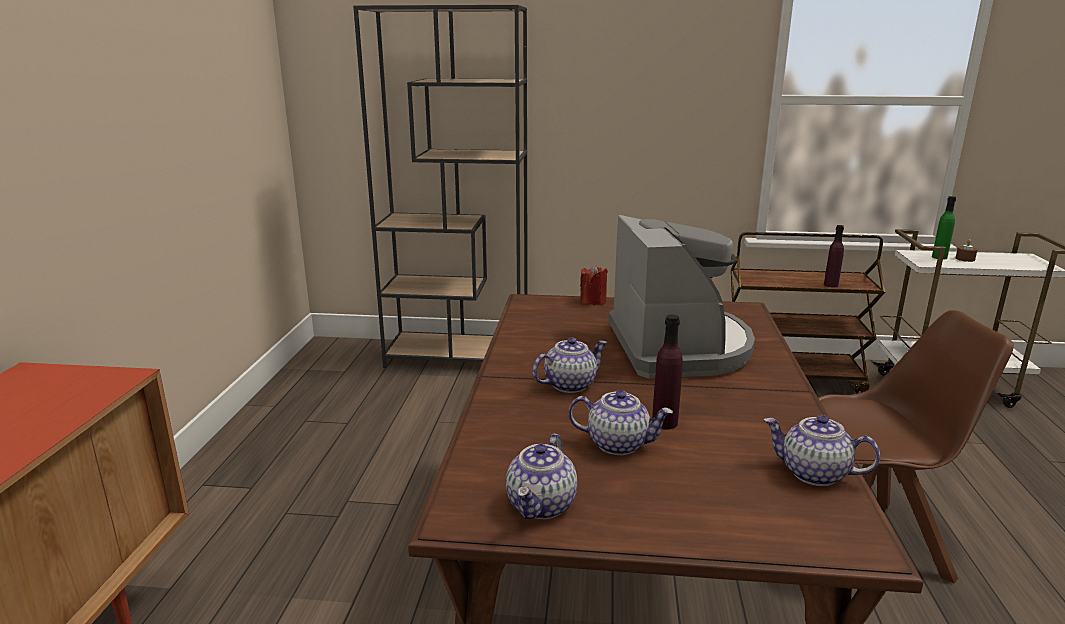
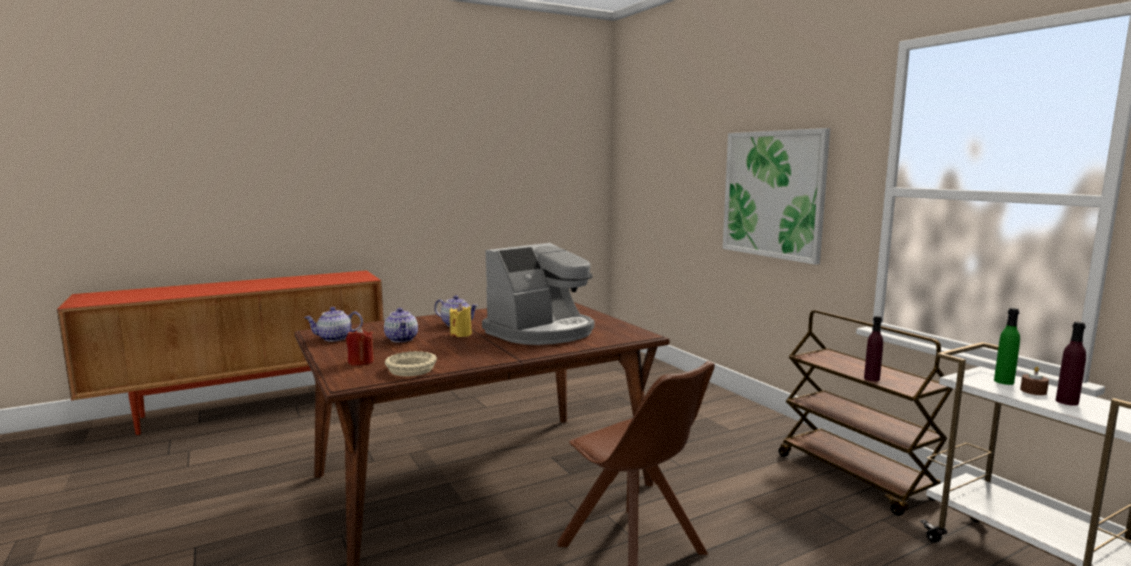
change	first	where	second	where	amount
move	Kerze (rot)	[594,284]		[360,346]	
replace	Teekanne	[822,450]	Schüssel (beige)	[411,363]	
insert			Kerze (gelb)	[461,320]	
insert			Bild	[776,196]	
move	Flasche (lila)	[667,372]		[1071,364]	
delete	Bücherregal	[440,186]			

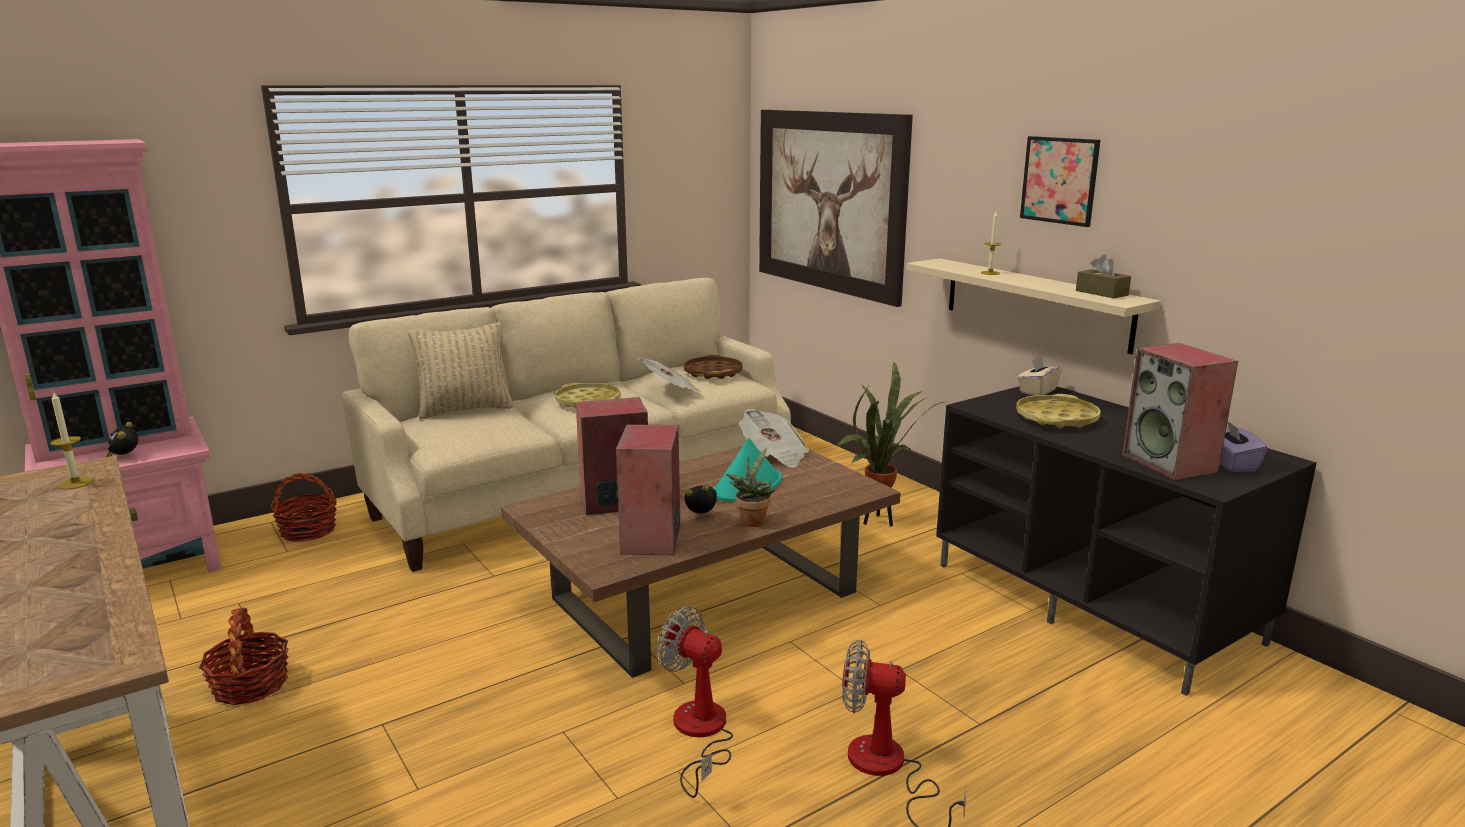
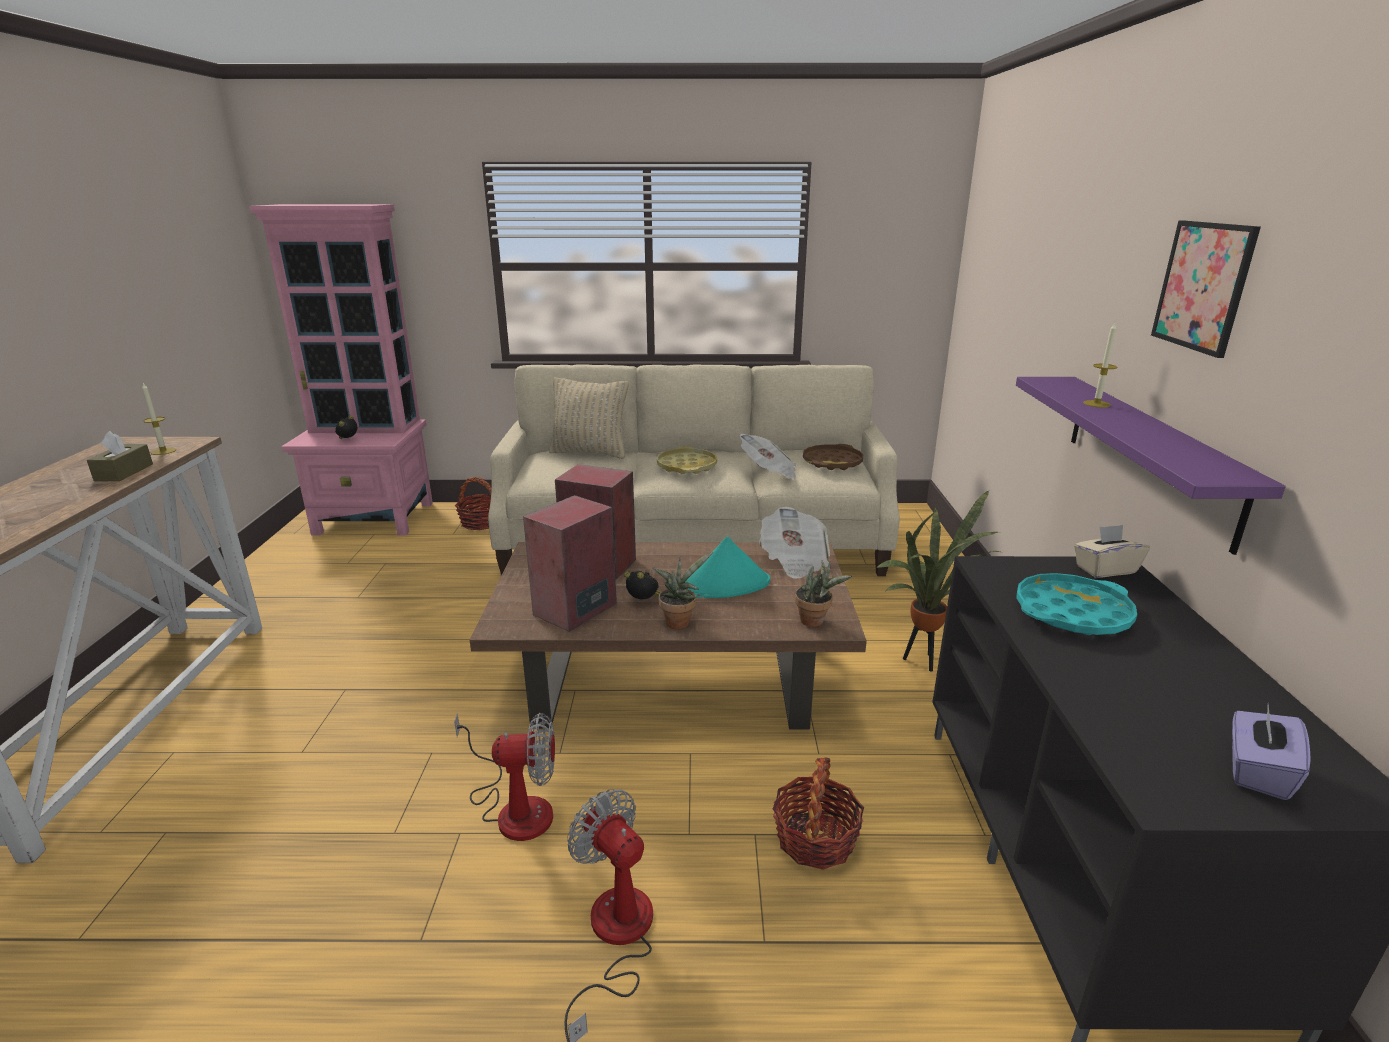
change	first	where	second	where	amount
move	Taschentuchbox (braun)	[1103,276]		[120,456]	
rotate	Ventilator	[695,702]		[504,777]	105 degrees clockwise
move	Korb	[244,656]		[818,813]	
insert			Topfpflanze	[823,593]	
recolor	Wandregal (beige)	[1033,306]	Wandregal (lila)	[1151,466]	
recolor	Tablett (gelb)	[1058,411]	Tablett (türkis)	[1076,604]	
delete	Bild	[836,208]			
delete	Lautsprecher	[1180,412]			

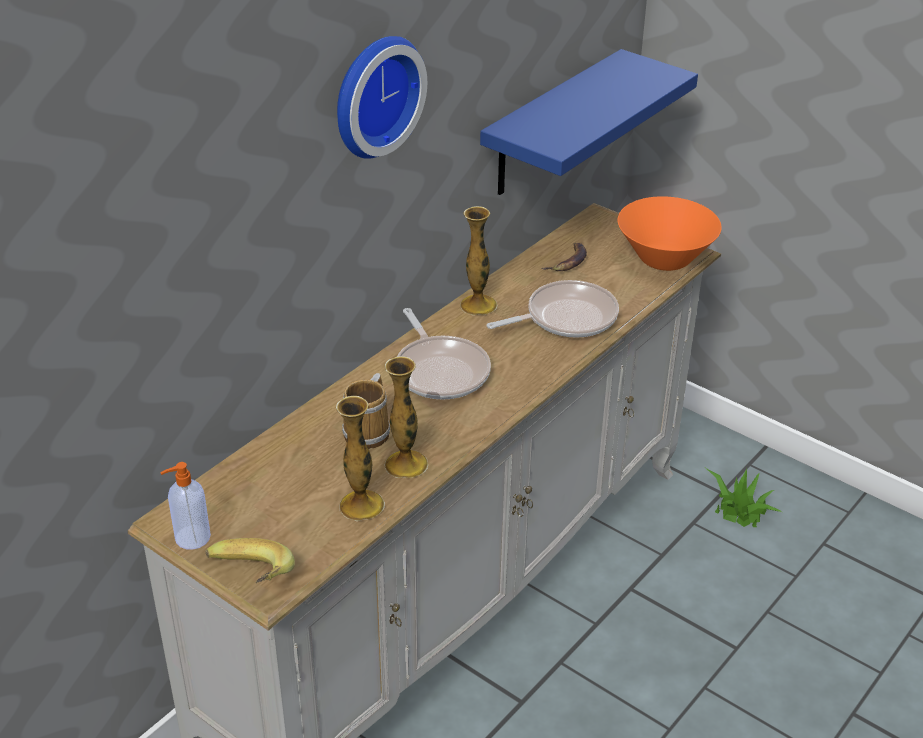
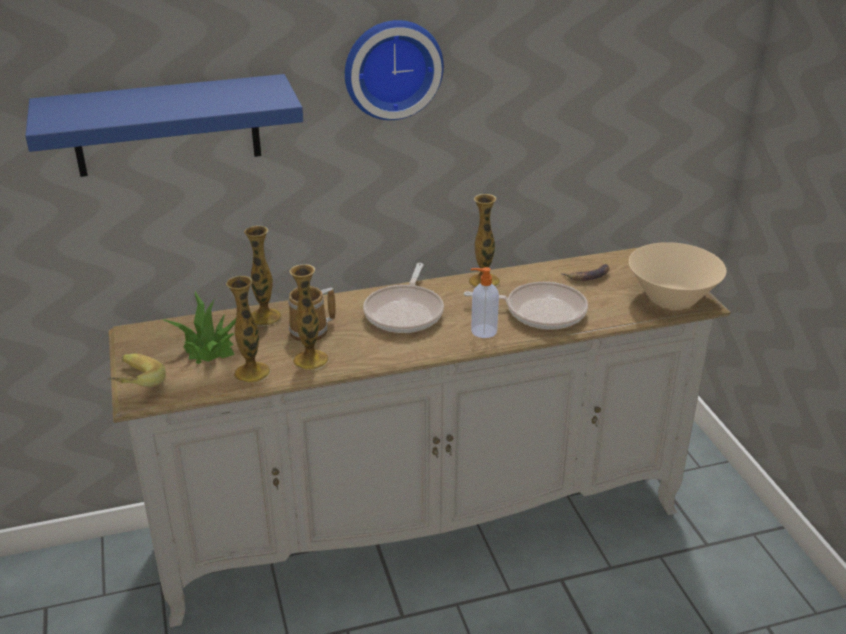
change	first	where	second	where	amount
move	Wandregal (blau)	[589,122]		[164,125]	
move	Topfpflanze	[744,497]		[198,327]	
insert			Vase	[263,275]	
move	Seifenspender	[185,506]		[485,302]	
recolor	Schüssel (orange)	[669,233]	Schüssel (beige)	[677,275]	

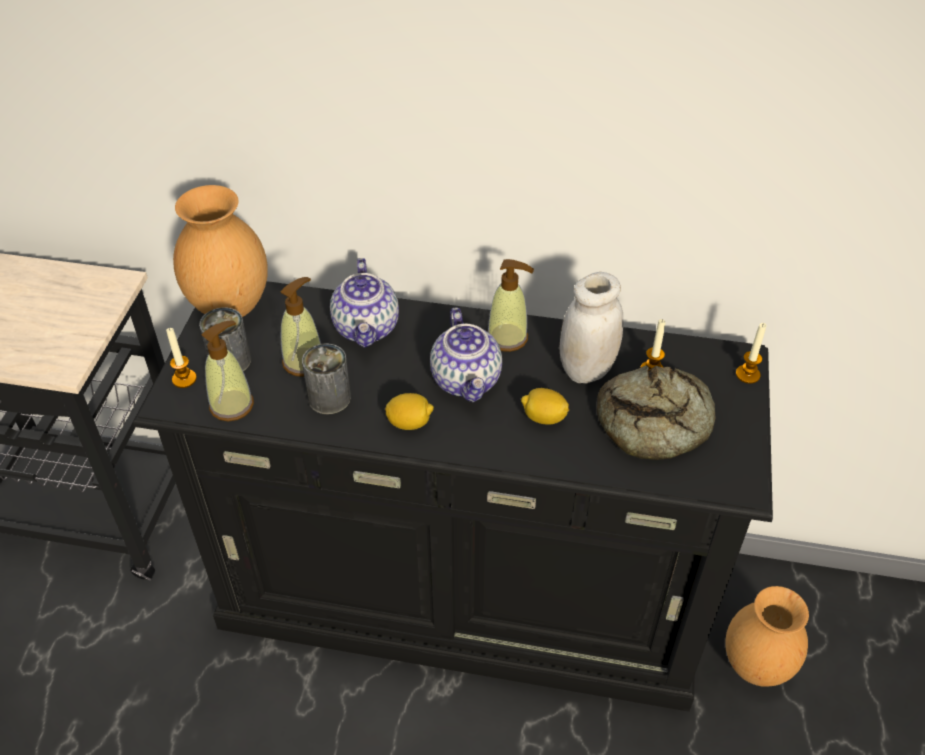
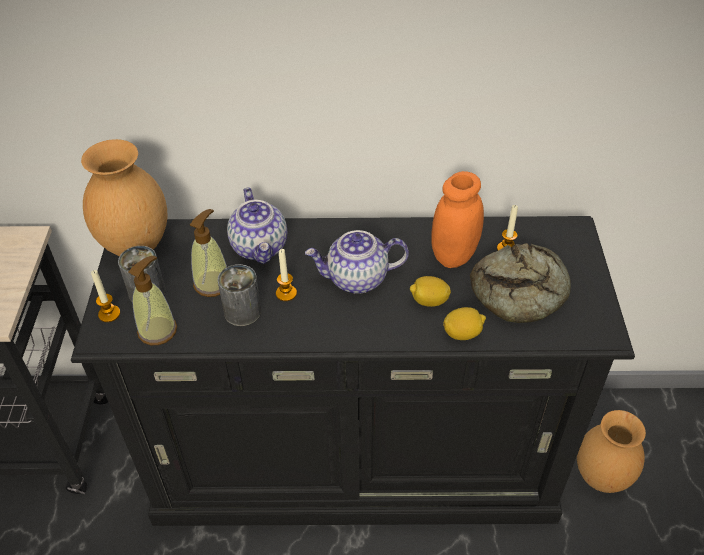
change	first	where	second	where	amount
move	Kerze	[751,353]		[286,275]	
rotate	Teekanne	[466,354]		[357,262]	105 degrees clockwise
recolor	Vorratsglas (weiß)	[591,327]	Vorratsglas (orange)	[457,219]	
move	Zitrone	[409,411]		[464,323]	
delete	Seifenspender	[510,305]			

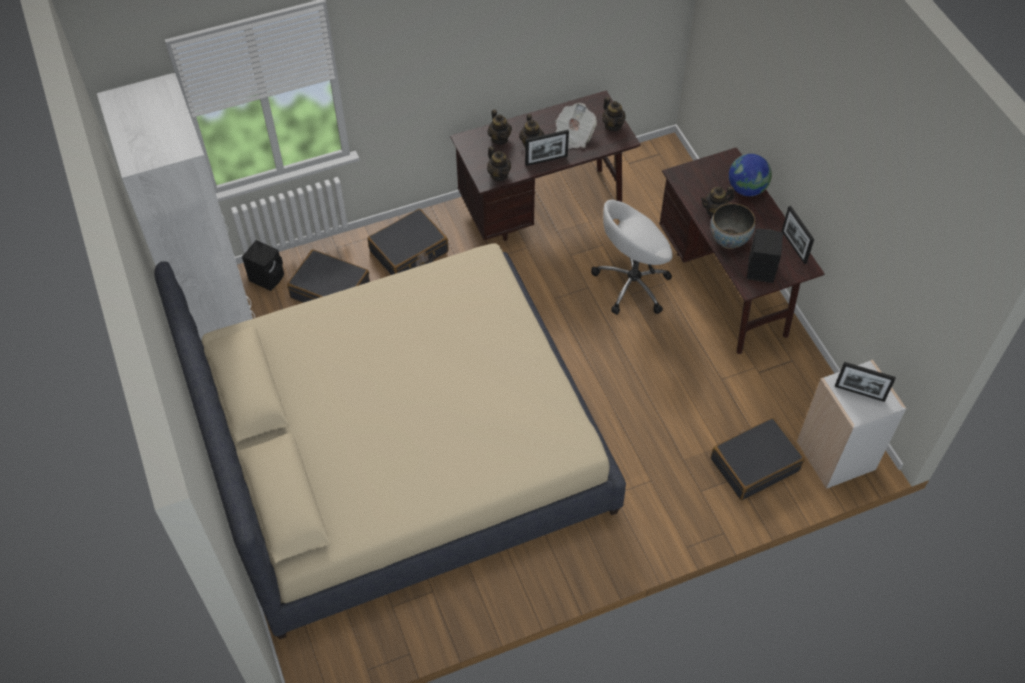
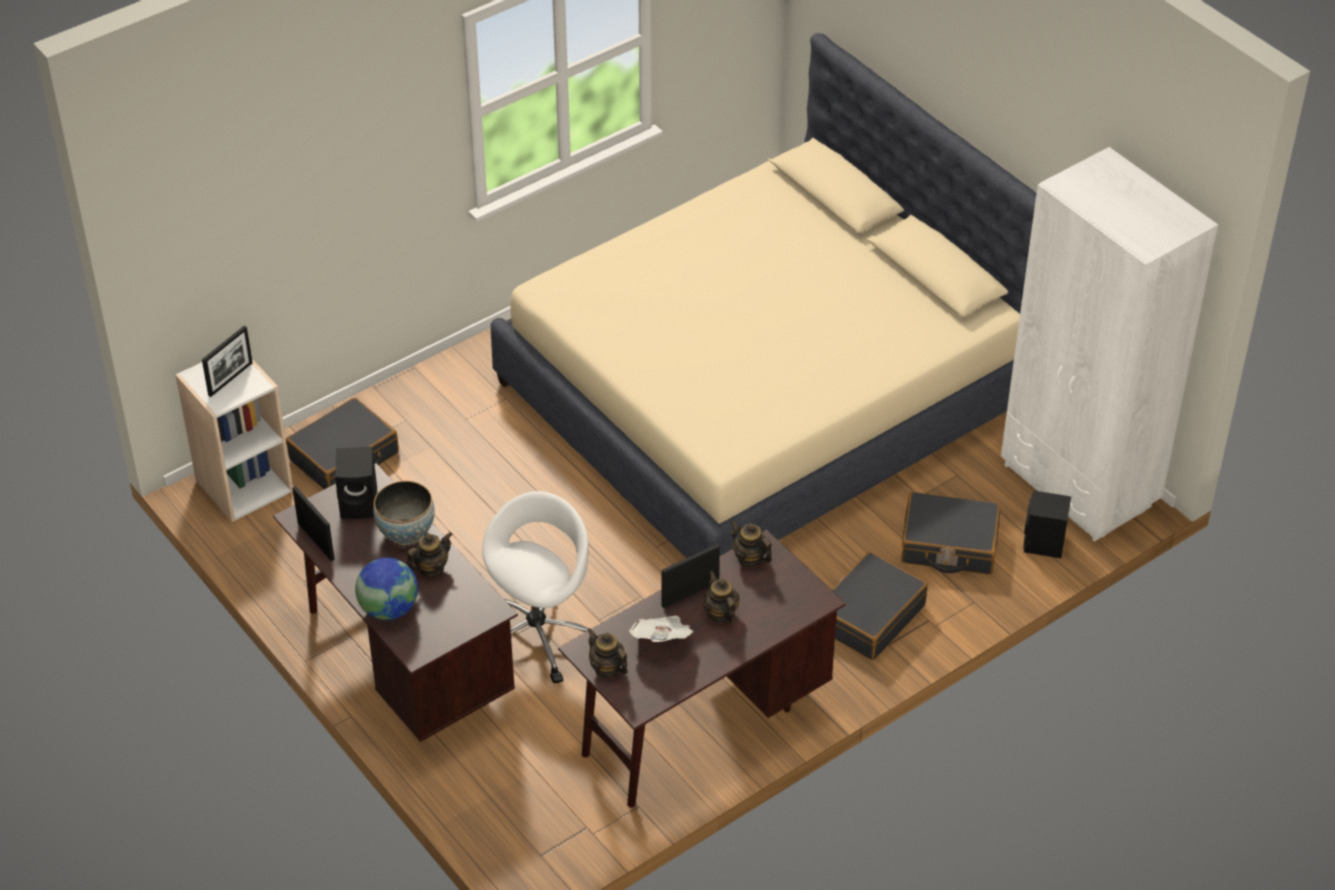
change	first	where	second	where	amount
rotate	Bilderrahmen	[865,382]		[227,361]	120 degrees clockwise
delete	Teekanne	[500,127]			

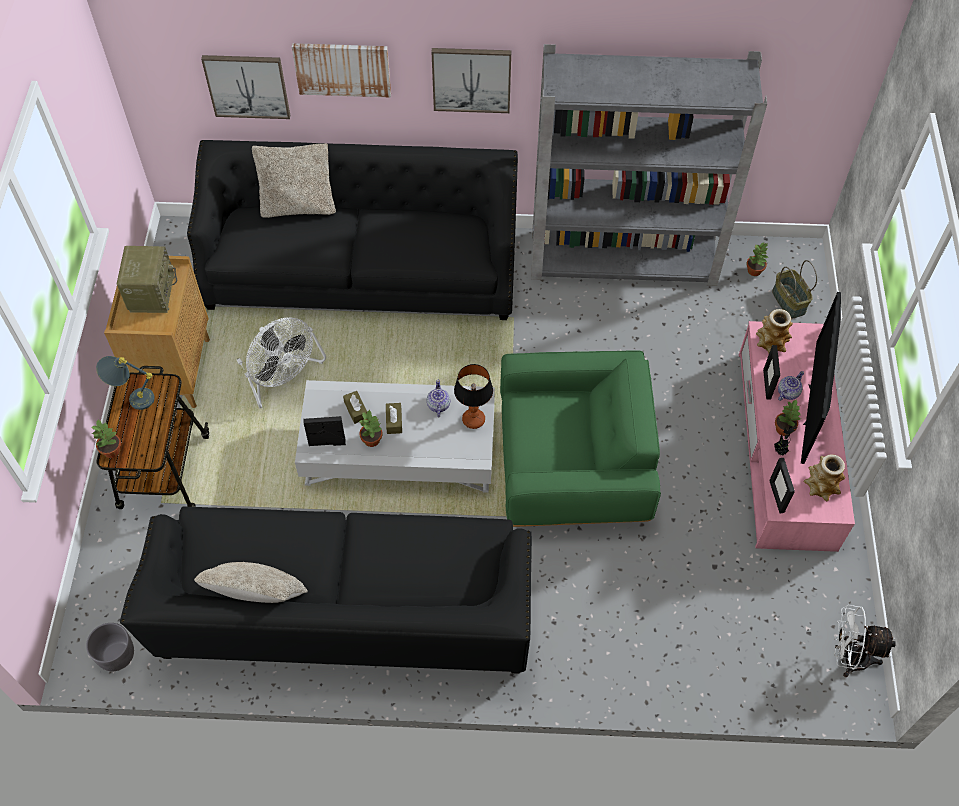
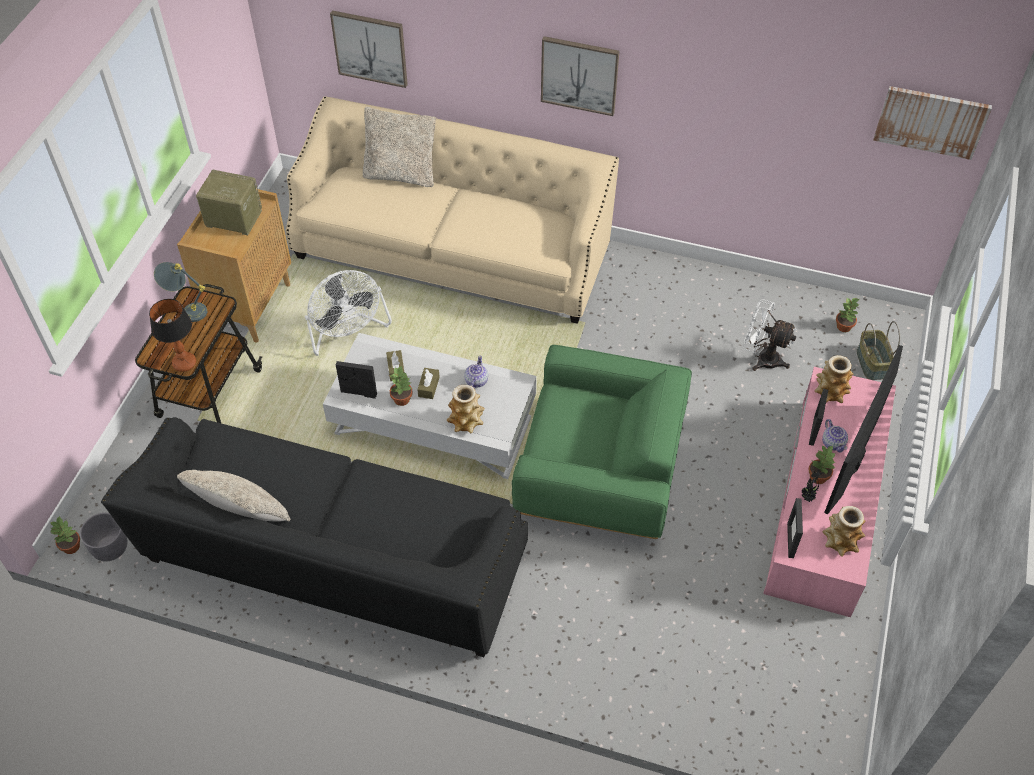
change	first	where	second	where	amount
move	Topfpflanze	[106,438]		[65,535]	
move	Tischlampe	[473,396]		[172,335]	
rotate	Radio	[147,279]		[229,202]	90 degrees counterclockwise
recolor	Sofa (schwarz)	[352,230]	Sofa (beige)	[452,210]	
insert			Vase	[466,408]	
move	Ventilator (weiß)	[865,641]		[770,335]	
rotate	Teekanne	[791,386]		[835,435]	105 degrees clockwise
move	Bild	[341,70]		[932,123]	
delete	Bücherregal (grau)	[649,165]			

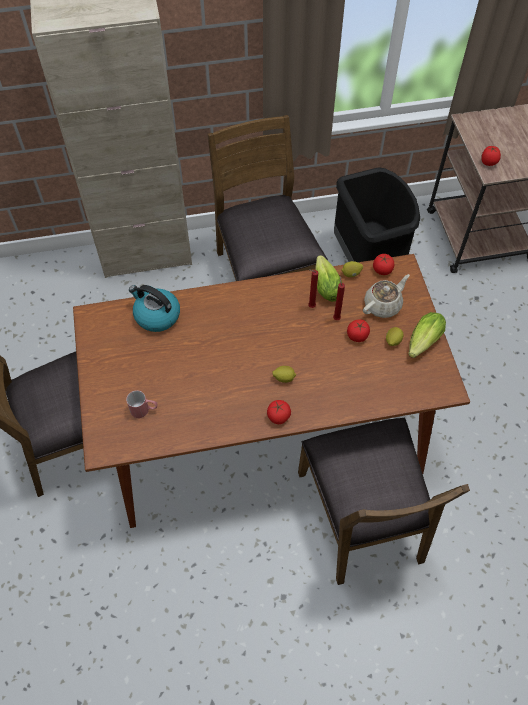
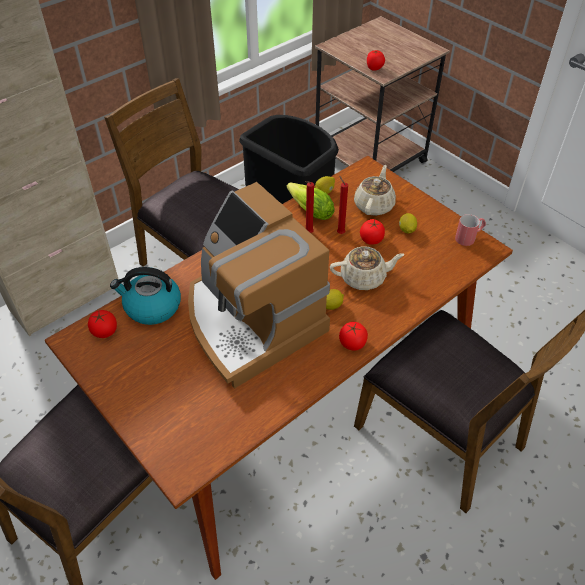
change	first	where	second	where	amount
move	Tomate	[383,264]		[102,324]	
insert			Kaffeemaschine	[259,285]	
insert			Teekanne (beige)	[367,268]	
move	Henkelbecher (rot)	[142,404]		[470,230]	
delete	Salatkopf	[427,335]			

